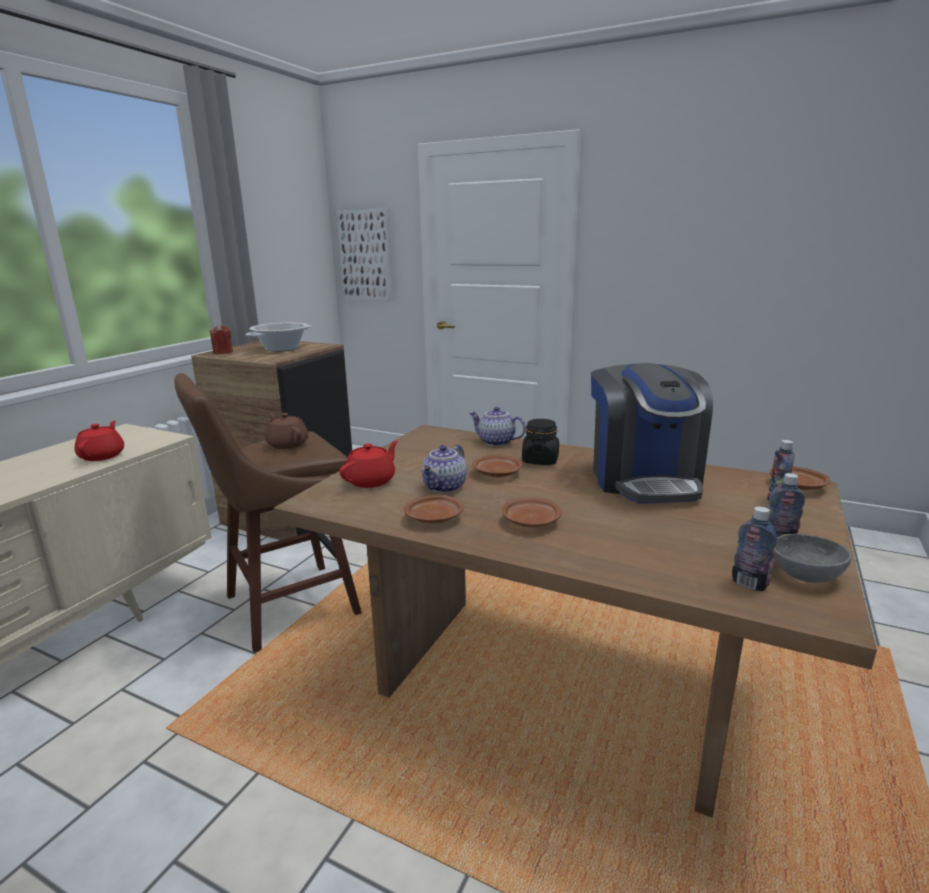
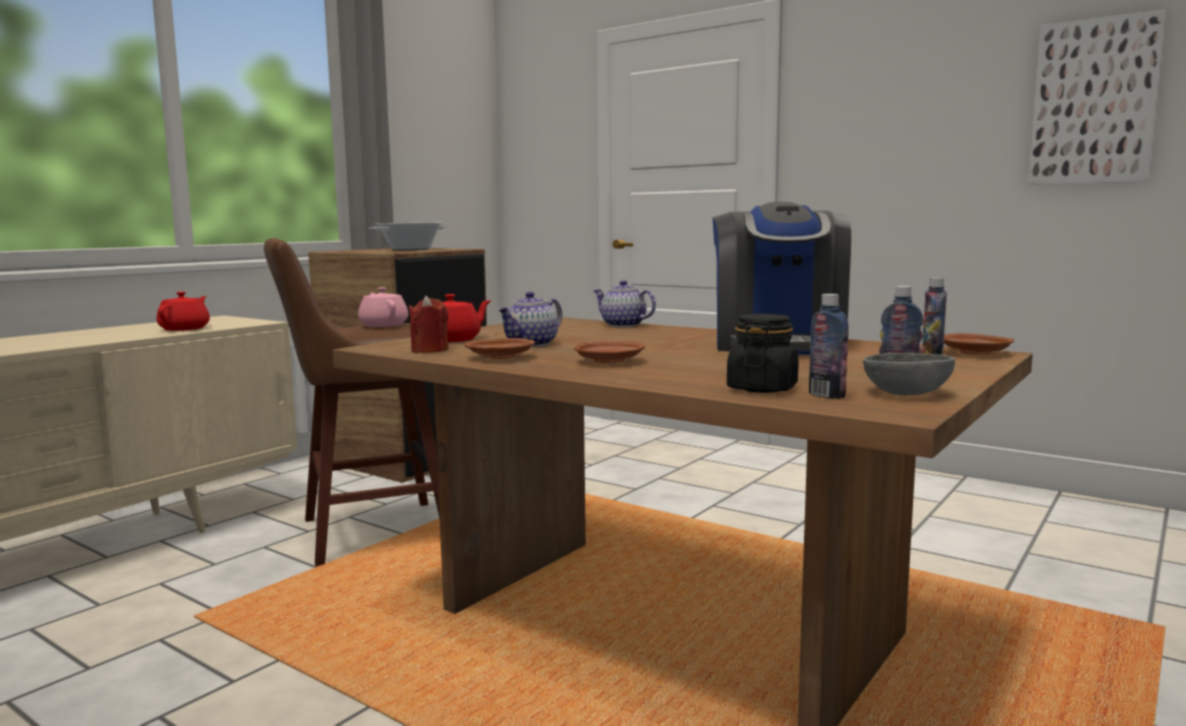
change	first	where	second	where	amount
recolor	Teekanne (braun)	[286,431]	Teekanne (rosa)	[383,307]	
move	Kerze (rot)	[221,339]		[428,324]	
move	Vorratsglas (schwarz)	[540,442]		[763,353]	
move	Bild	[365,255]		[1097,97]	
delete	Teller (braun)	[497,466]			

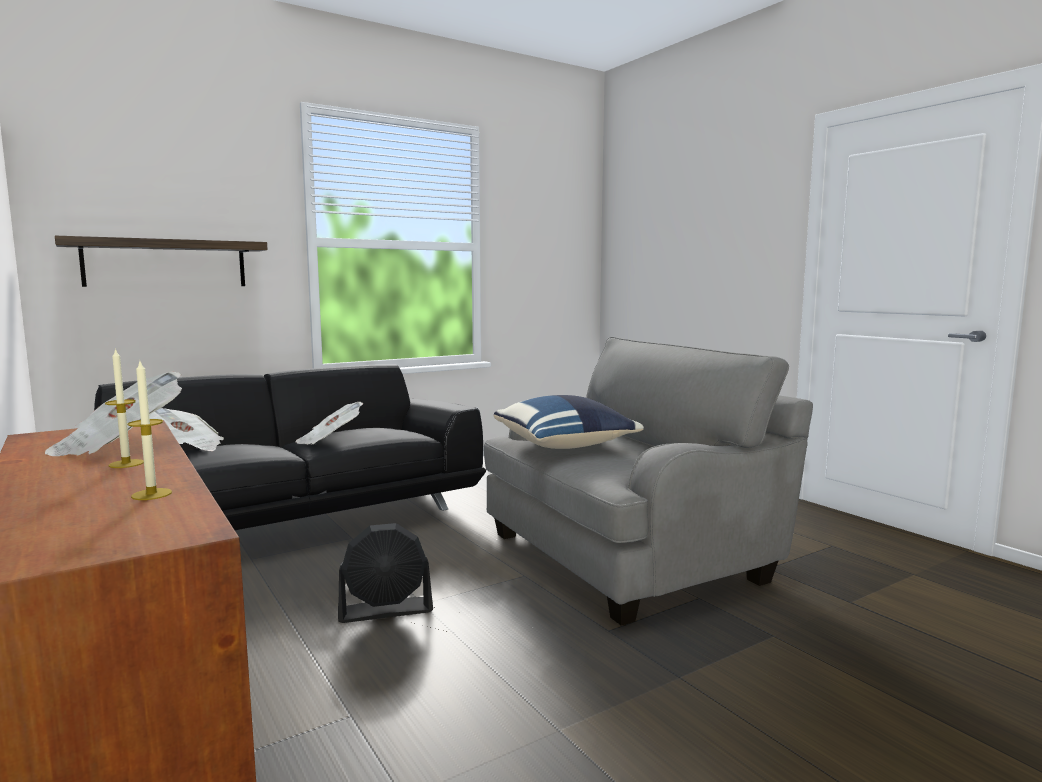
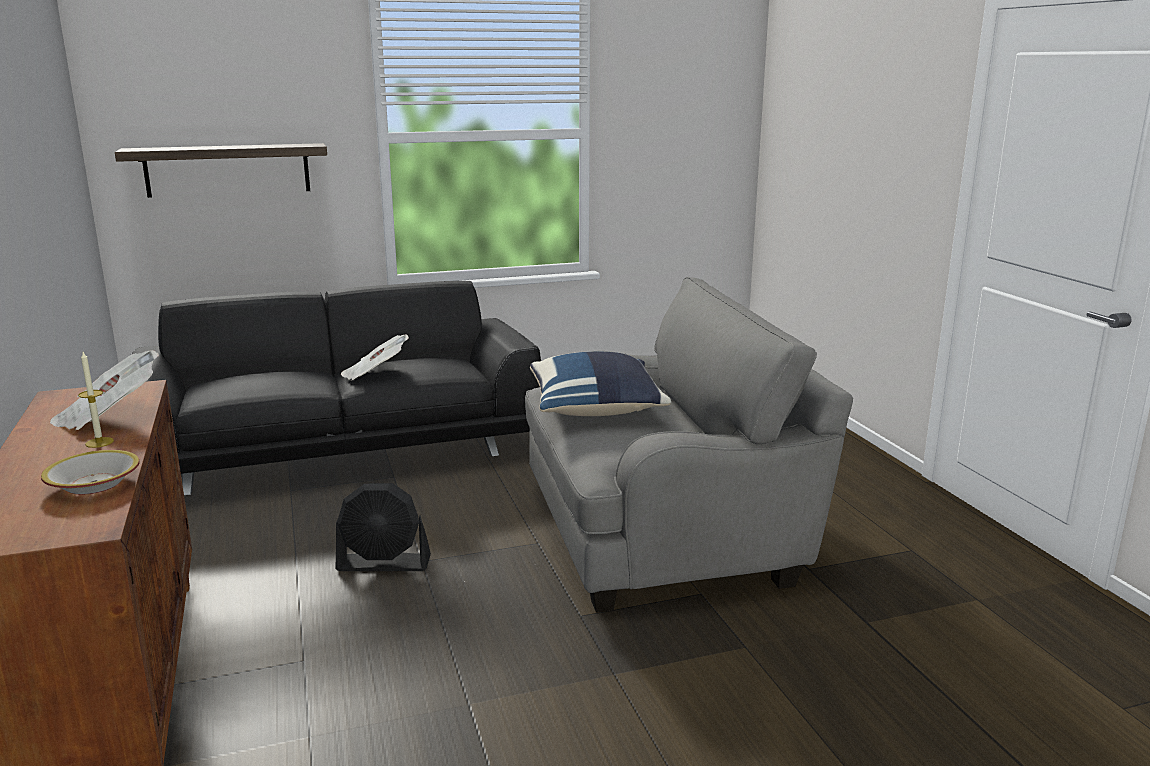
change	first	where	second	where	amount
replace	Kerze	[149,430]	Schüssel	[90,472]	
delete	Zeitung	[186,429]			

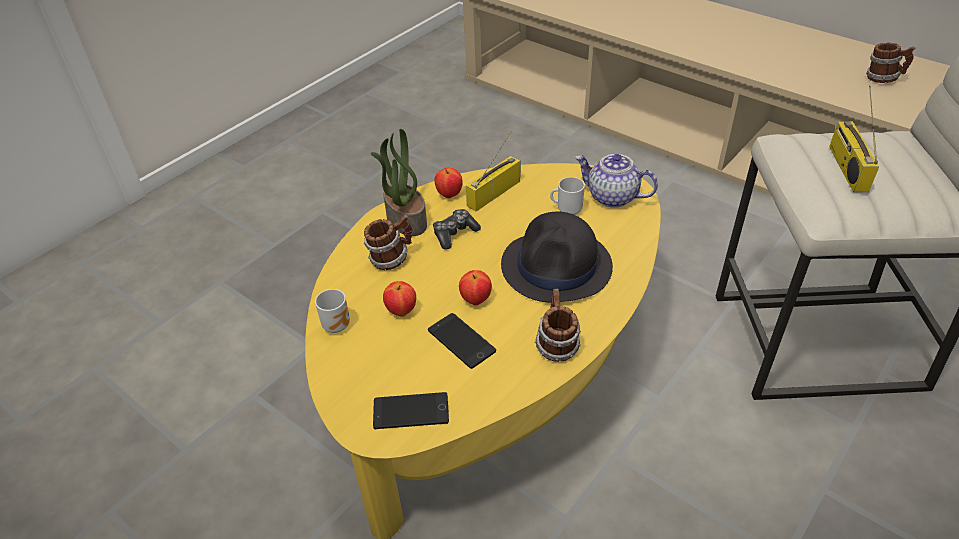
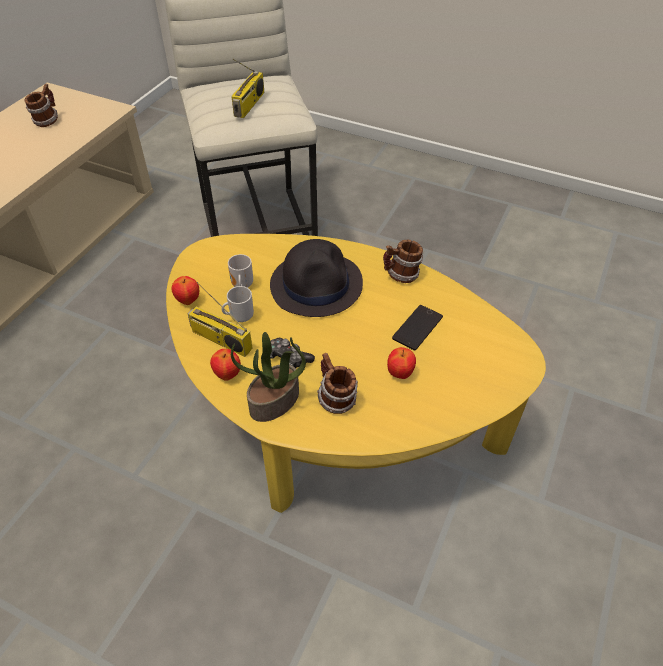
change	first	where	second	where	amount
move	Apfel	[475,288]		[185,290]	
move	Henkelbecher	[332,311]		[237,304]	
rotate	Radio	[854,139]		[247,88]	60 degrees counterclockwise
delete	Handy	[411,410]			
delete	Teekanne	[616,181]			

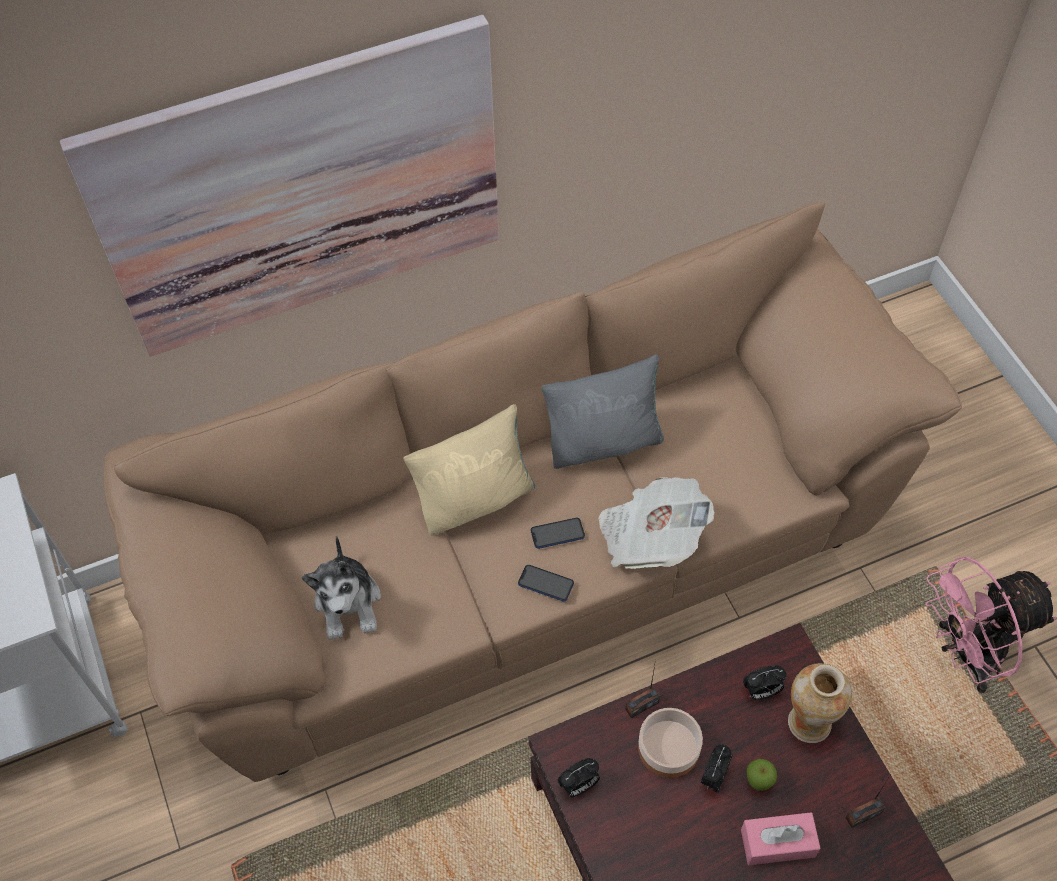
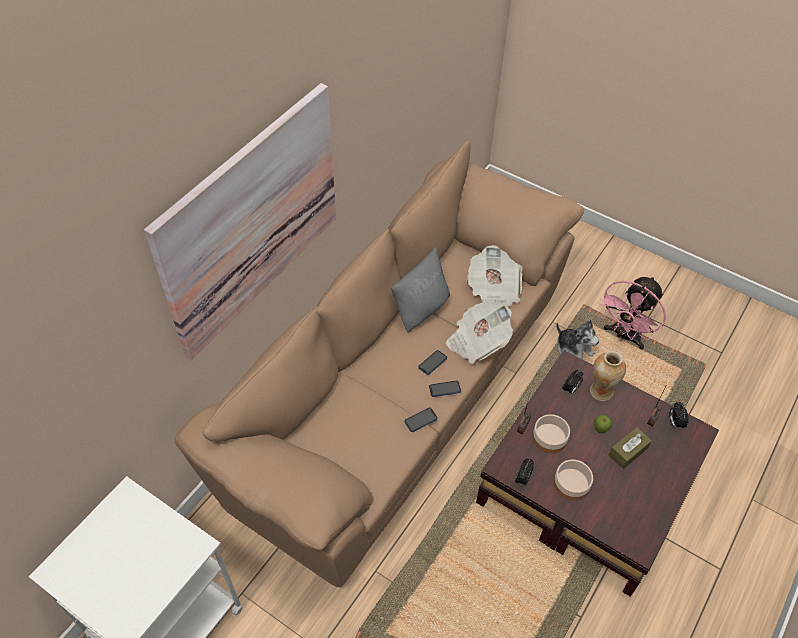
change	first	where	second	where	amount
insert			Handy	[421,419]	
insert			Zeitung	[494,276]	
insert			Schüssel	[573,480]	
move	Plüschtier	[341,588]		[577,340]	
recolor	Taschentuchbox (rosa)	[781,838]	Taschentuchbox (braun)	[630,448]	
move	Wecker	[717,768]		[679,415]	
delete	Kissen (beige)	[469,470]			

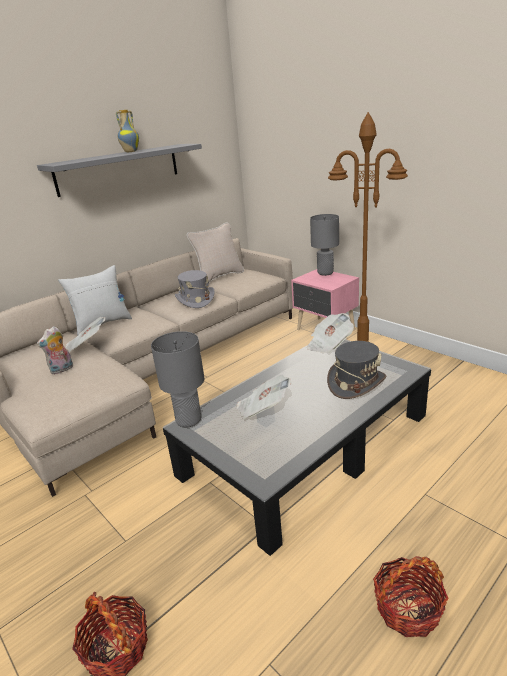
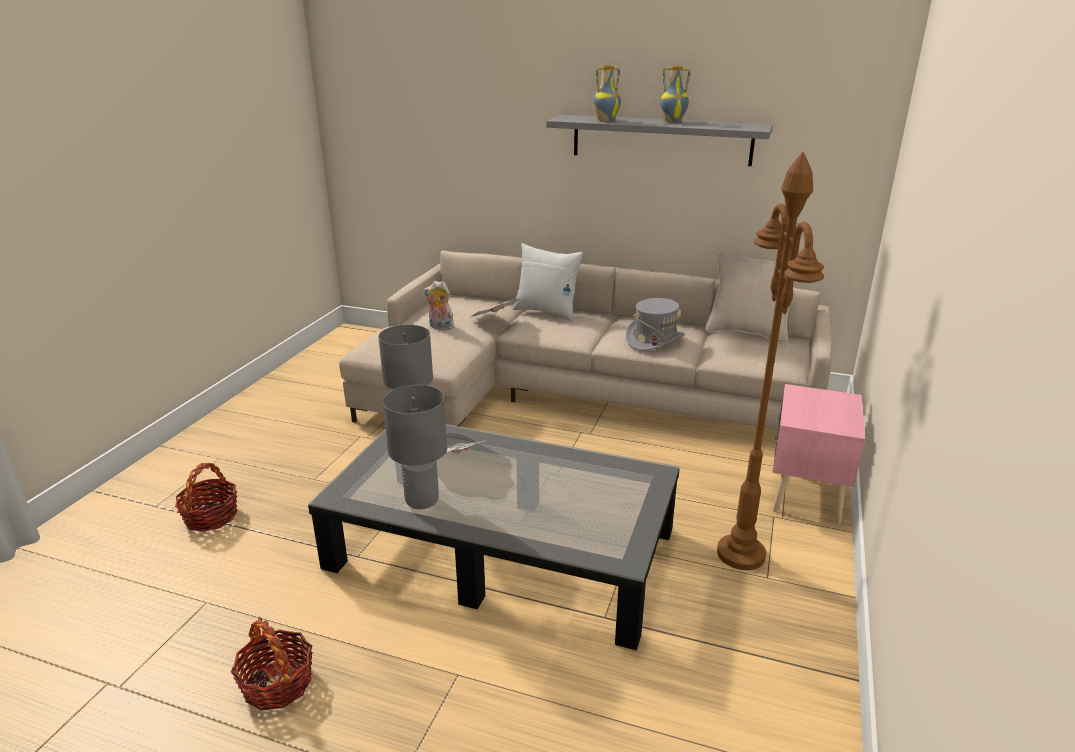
change	first	where	second	where	amount
move	Tischlampe (grau)	[324,245]		[415,447]	
insert			Vase	[607,93]	
delete	Zeitung	[330,333]			
delete	Hut (grau)	[356,370]			

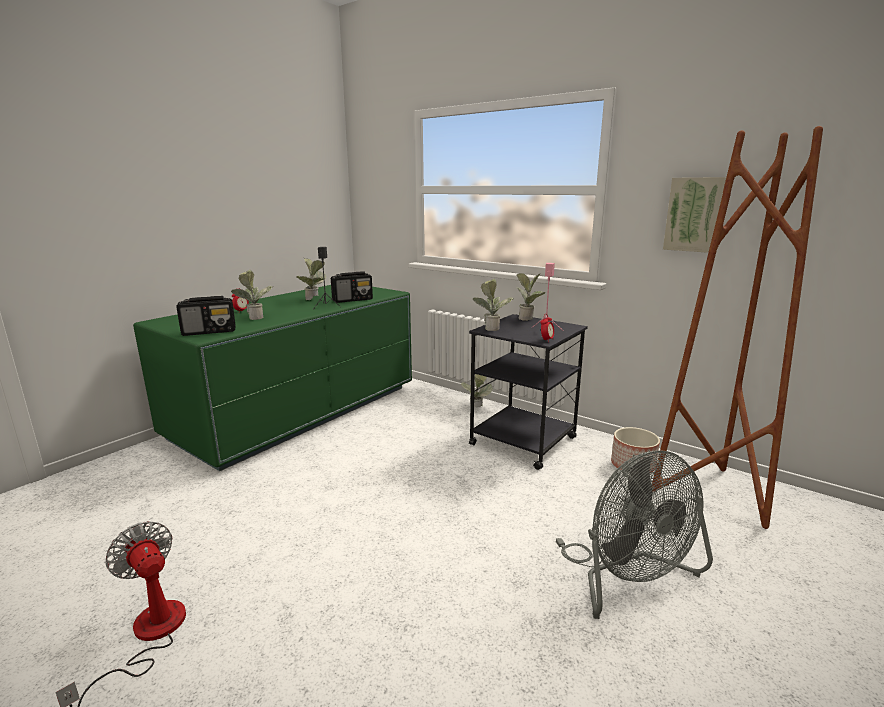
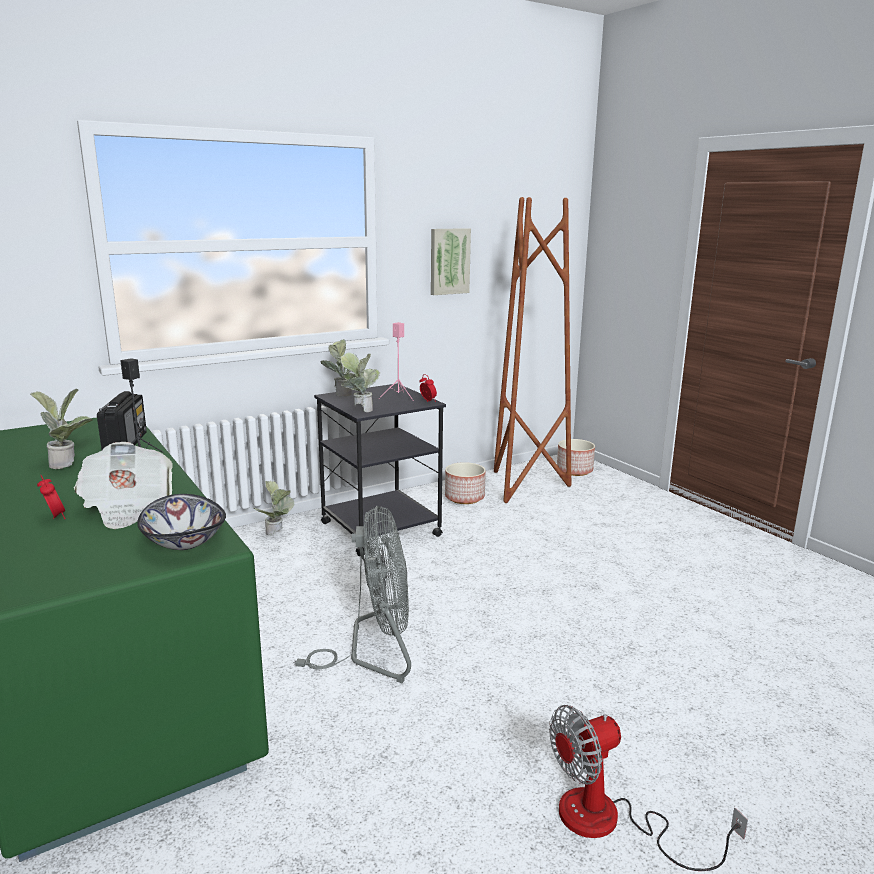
change	first	where	second	where	amount
replace	Topfpflanze	[252,295]	Zeitung	[123,485]	
replace	Radio	[206,316]	Schüssel	[181,522]	
move	Ventilator (grau)	[634,534]		[352,595]	
insert			Pflanzkübel	[576,457]	

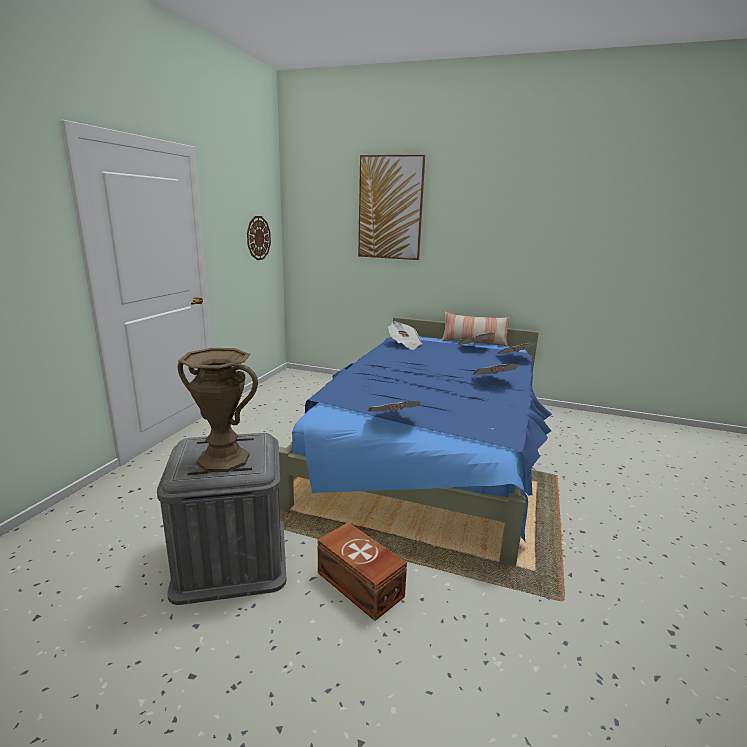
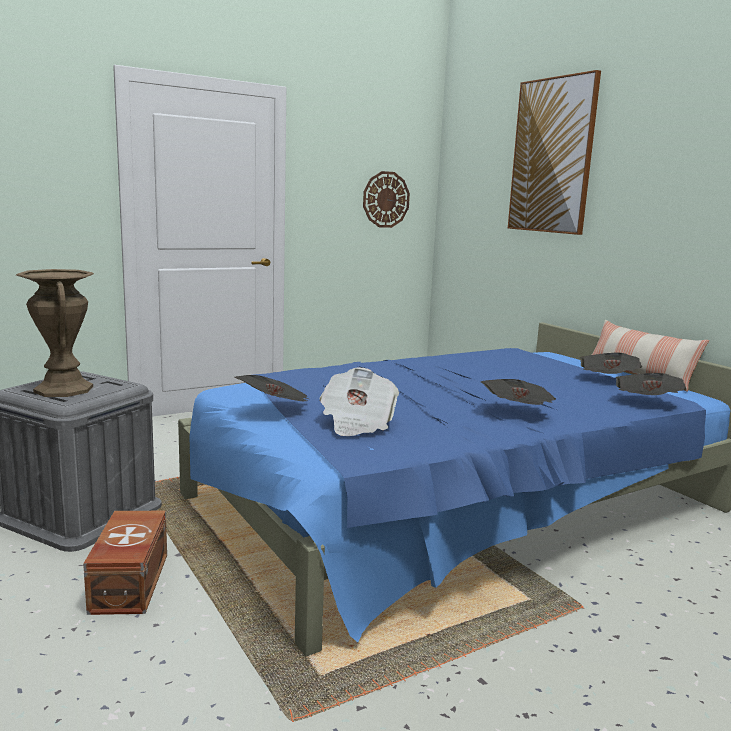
change	first	where	second	where	amount
move	Zeitung	[405,336]		[359,401]	

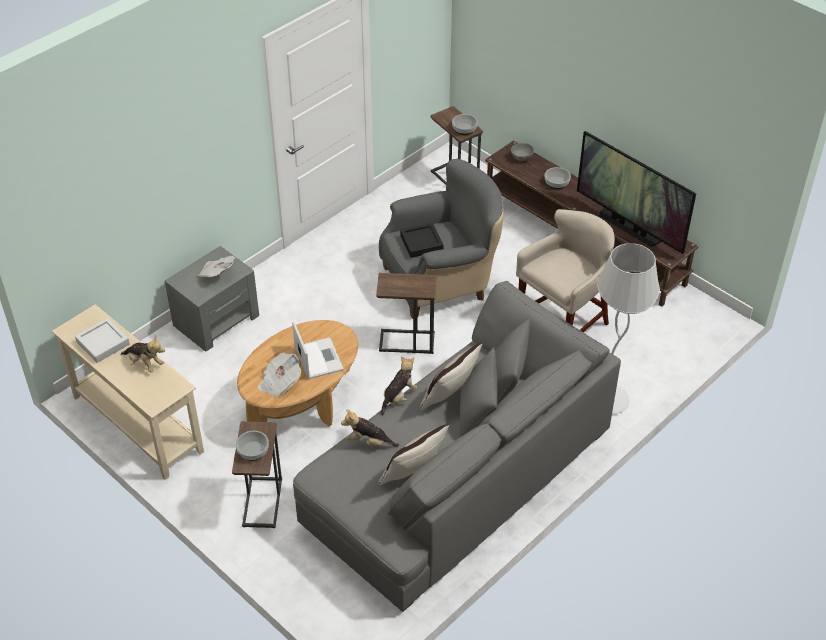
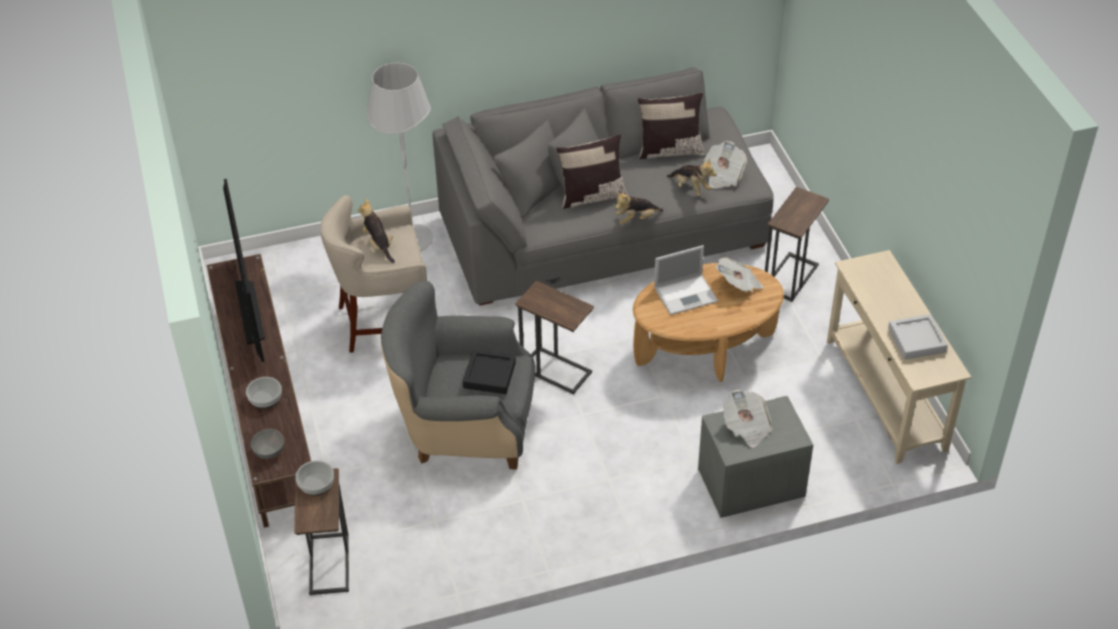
change	first	where	second	where	amount
move	Plüschtier	[143,354]		[376,231]	
rotate	Laptop	[318,350]		[686,280]	120 degrees counterclockwise
insert			Zeitung	[725,164]	
delete	Schüssel	[252,446]			

